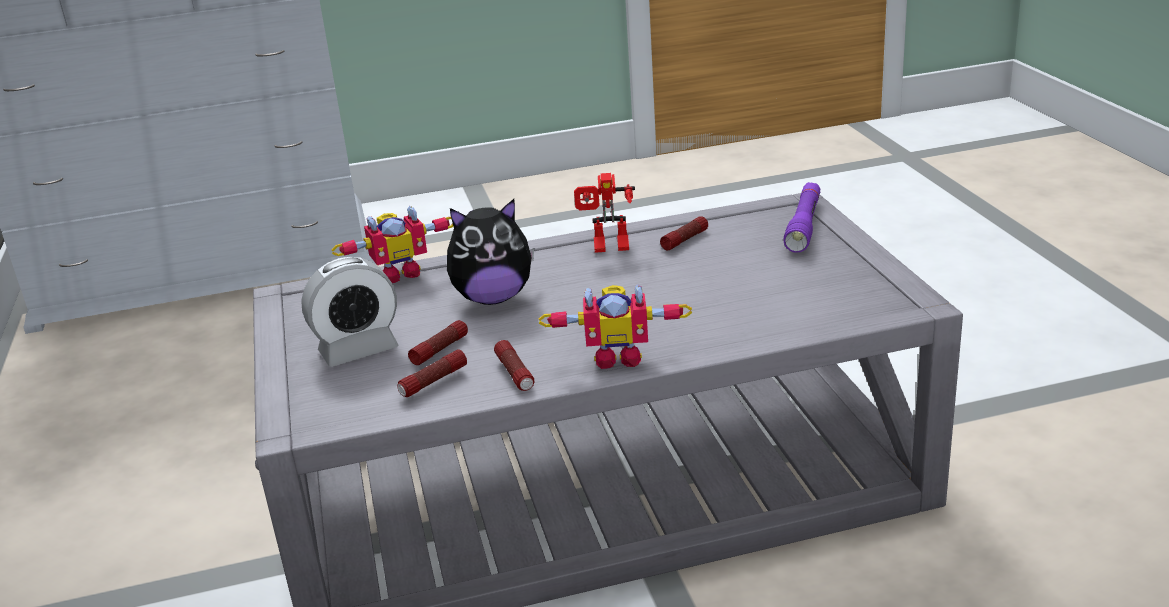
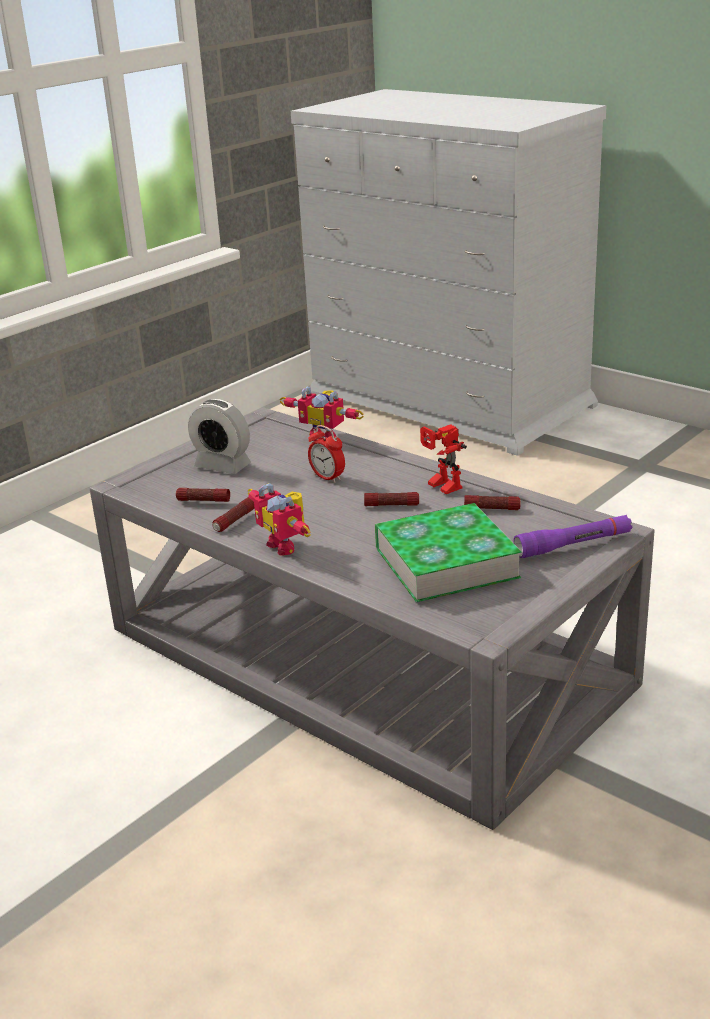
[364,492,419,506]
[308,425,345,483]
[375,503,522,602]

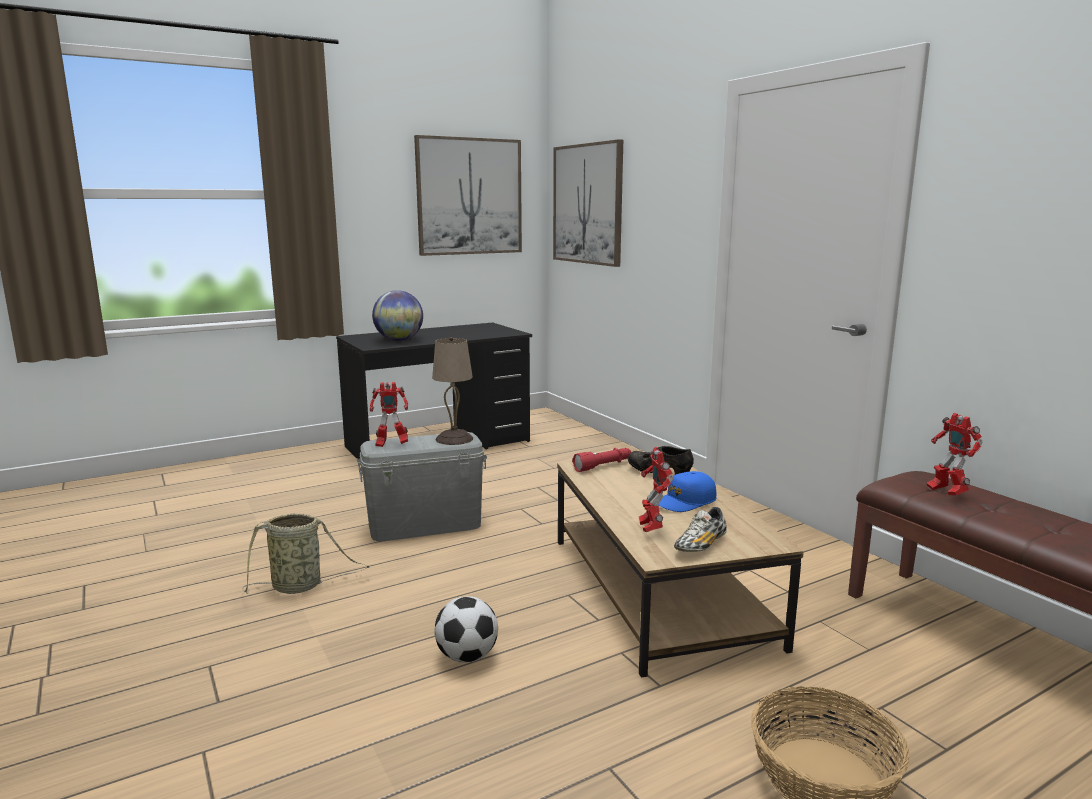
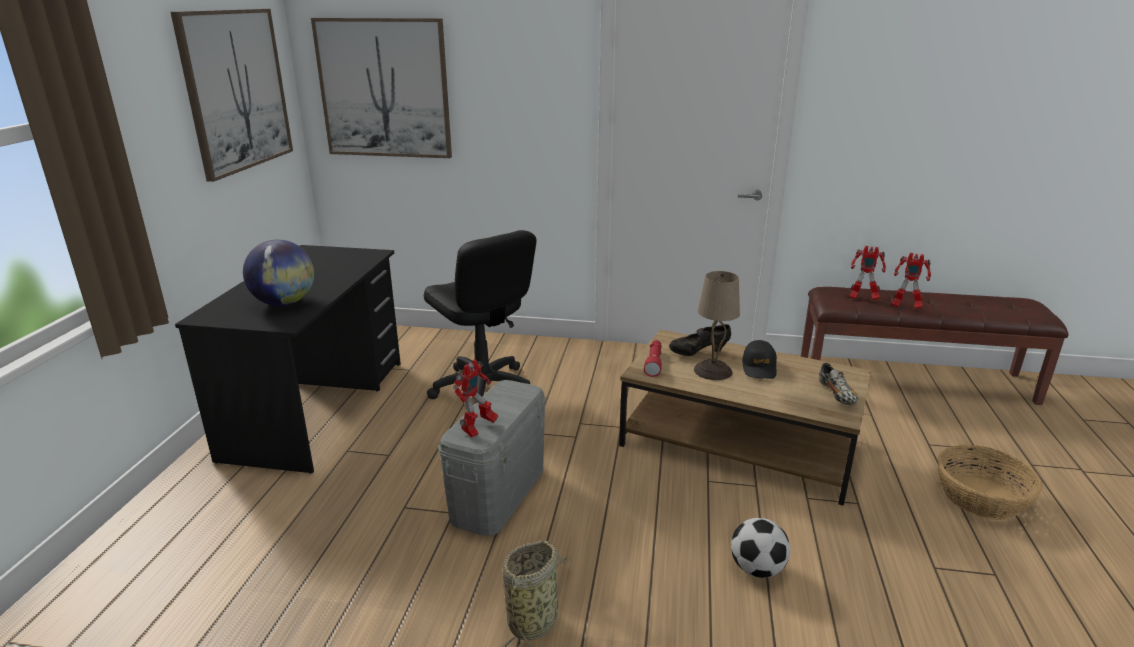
[694,271,740,380]
[891,253,931,309]
[742,340,777,379]
[424,230,536,403]

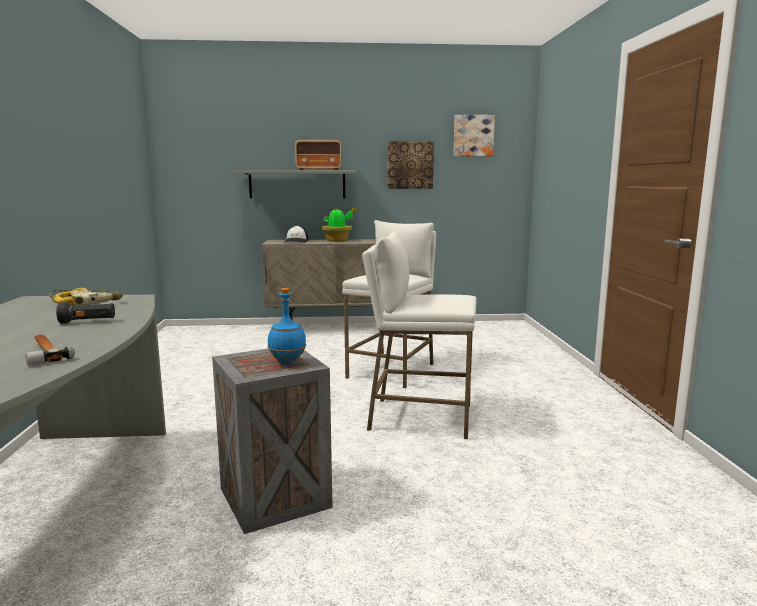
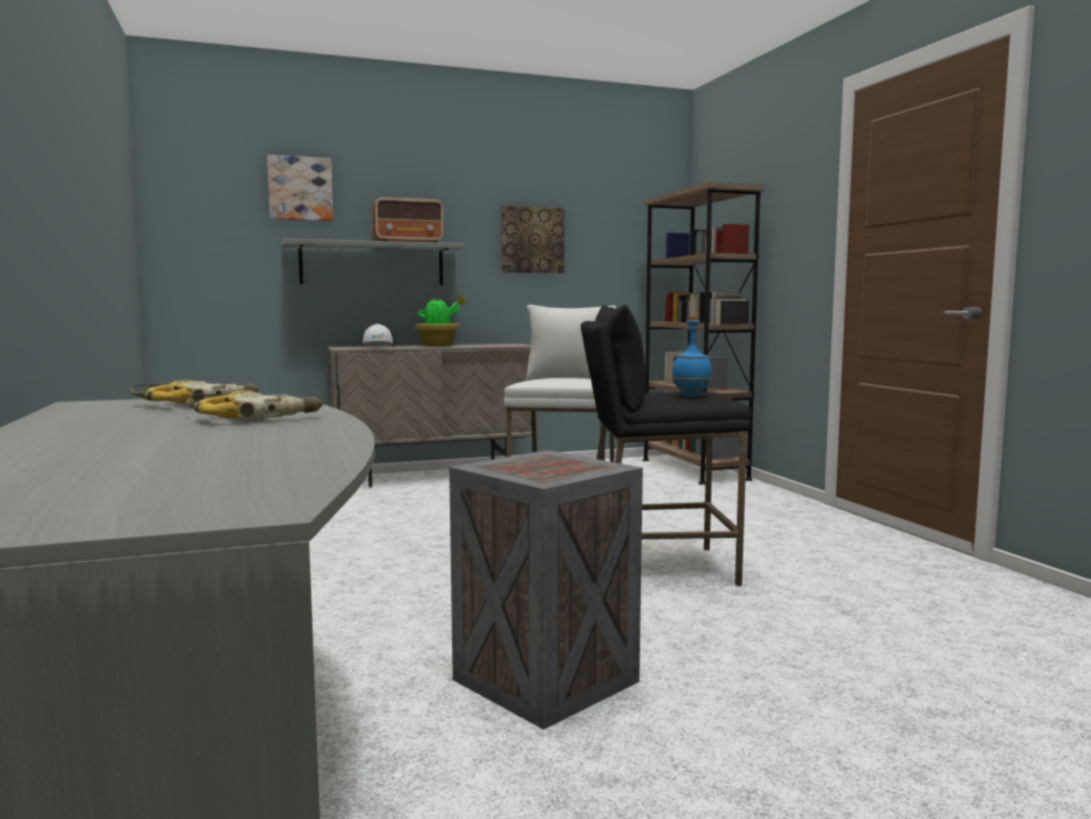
[26,334,75,366] (first image)
[186,390,323,421]
[672,316,712,397]
[581,304,751,586]
[267,155,333,221]
[643,182,765,485]

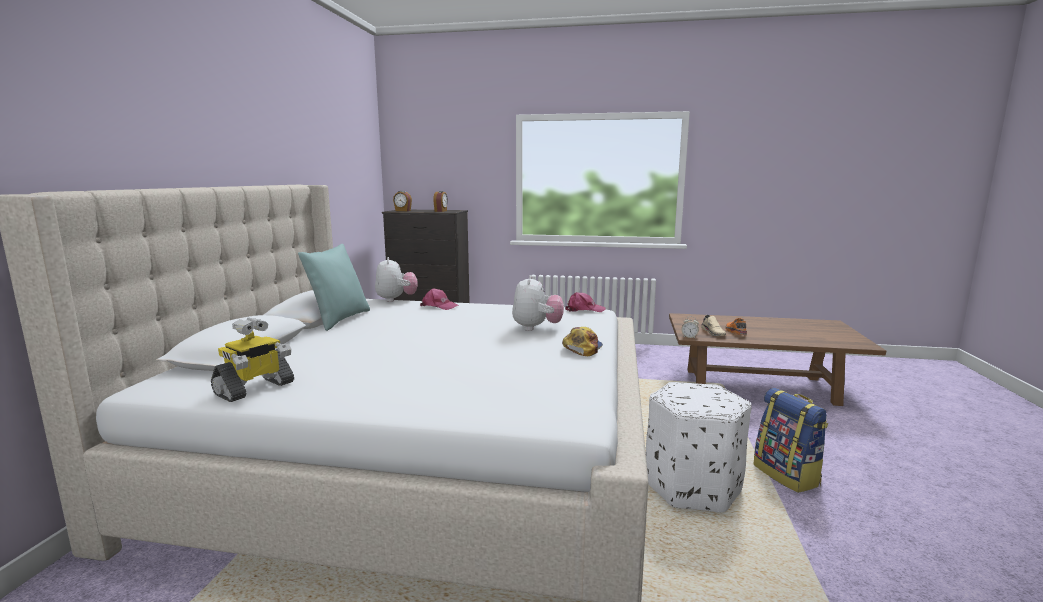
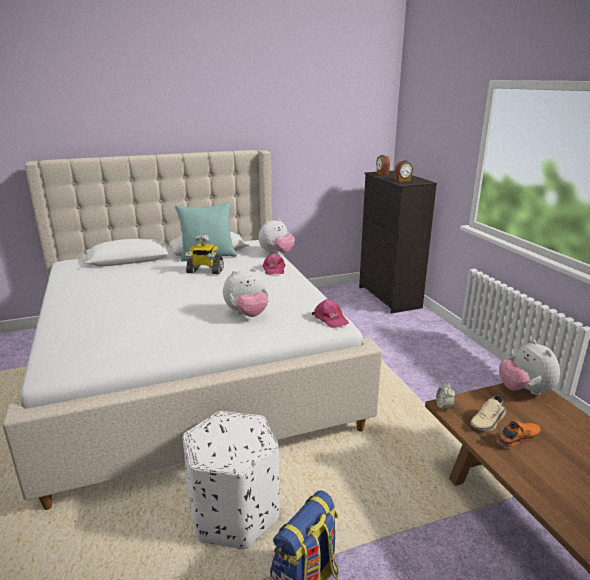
[185,234,224,274]
[562,327,603,356] (first image)
[499,340,560,395]

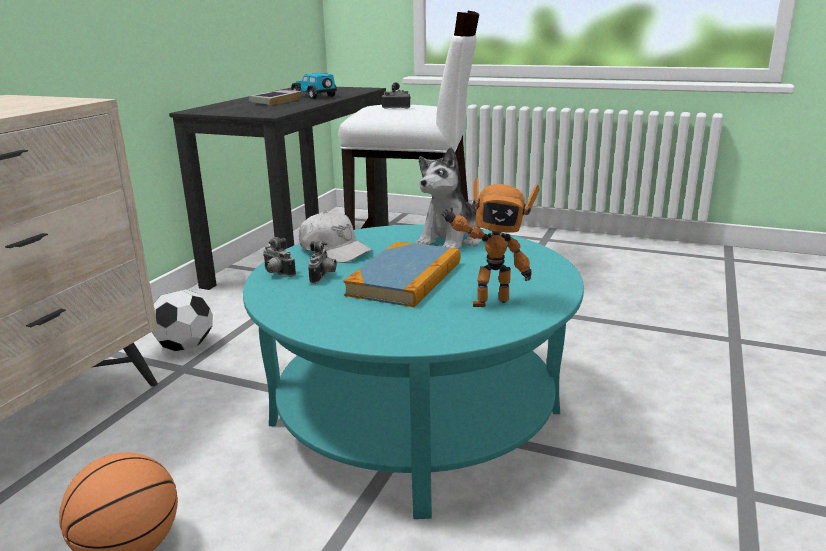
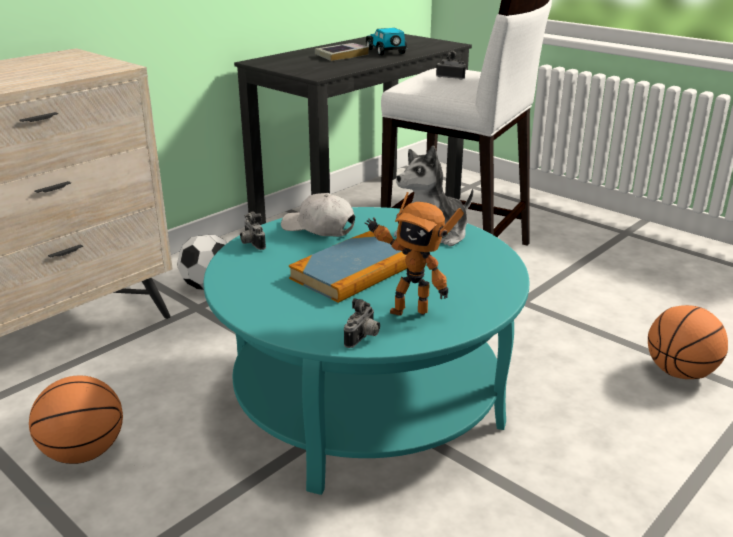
[281,193,355,237]
[344,298,380,348]
[648,305,728,379]

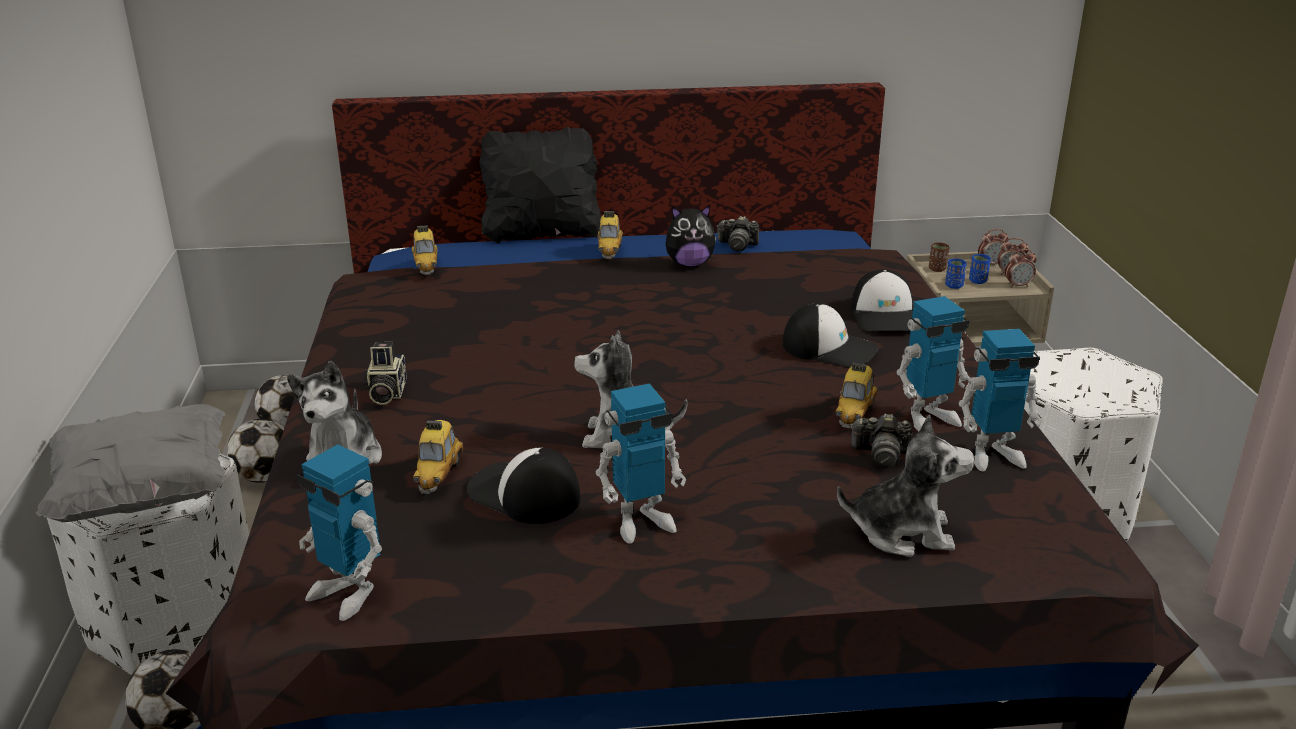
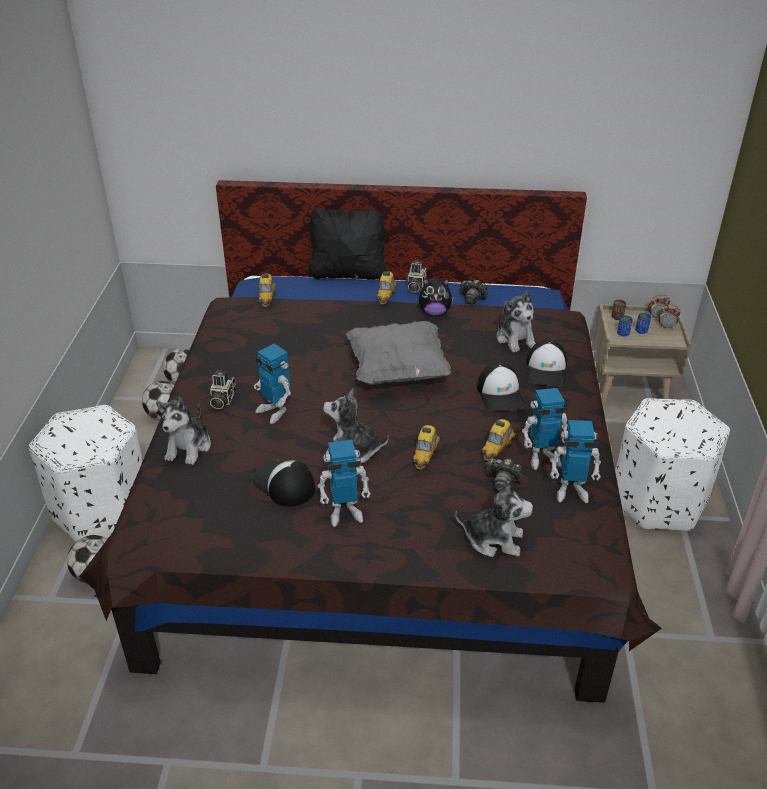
[346,321,451,385]
[254,344,291,424]
[413,425,440,470]
[477,363,525,411]
[1005,249,1037,288] (first image)
[406,261,427,293]
[496,291,536,353]

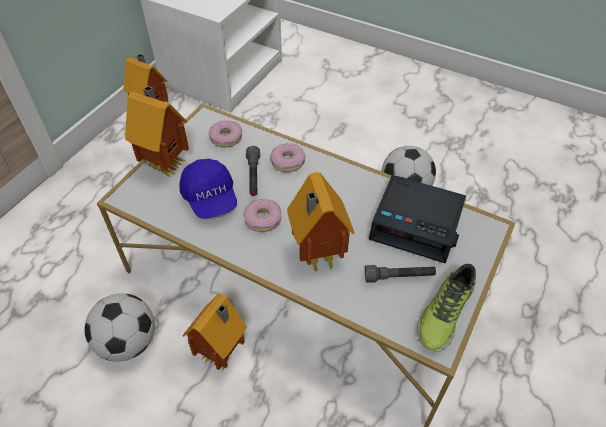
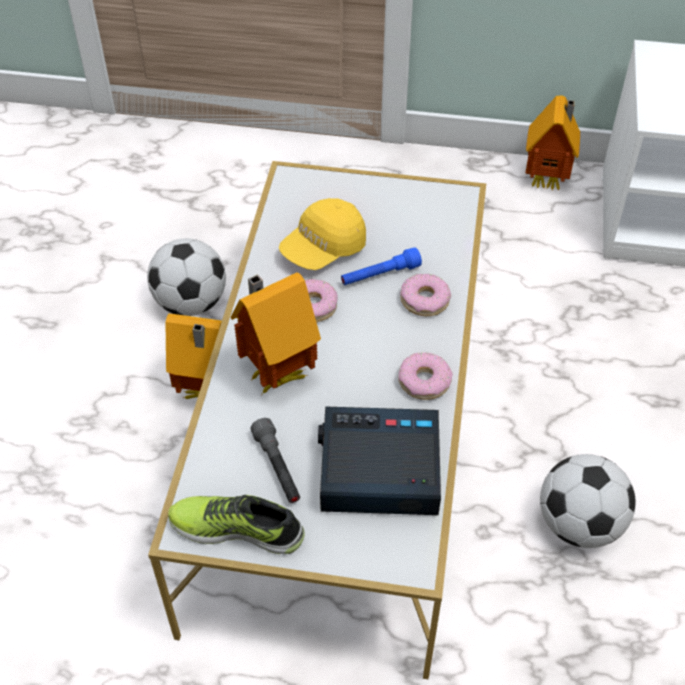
[125,86,189,177] (first image)
[279,198,366,270]
[398,353,453,400]
[341,247,422,285]
[318,407,441,515]

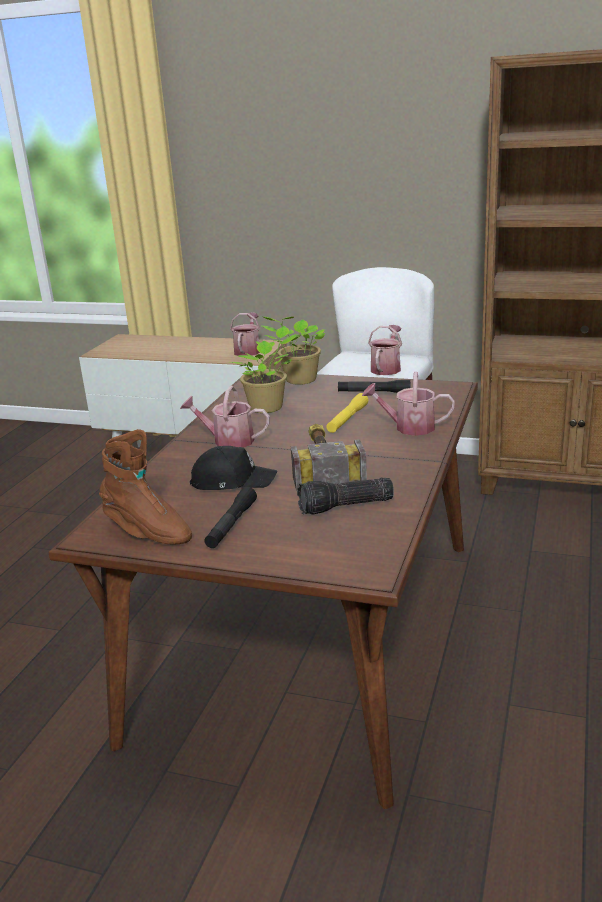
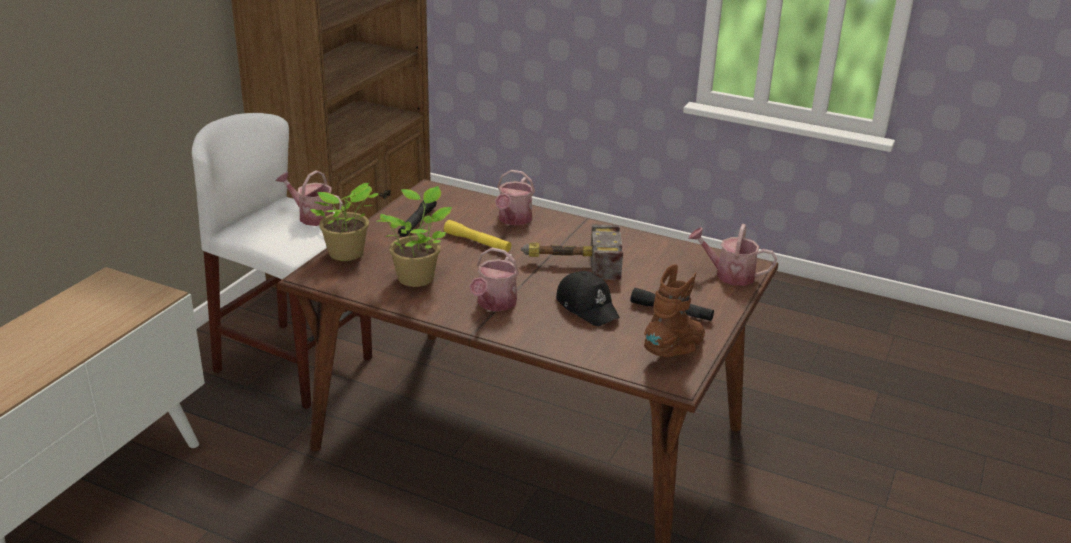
[556,271,620,326]
[688,224,777,286]
[297,478,394,515] (first image)

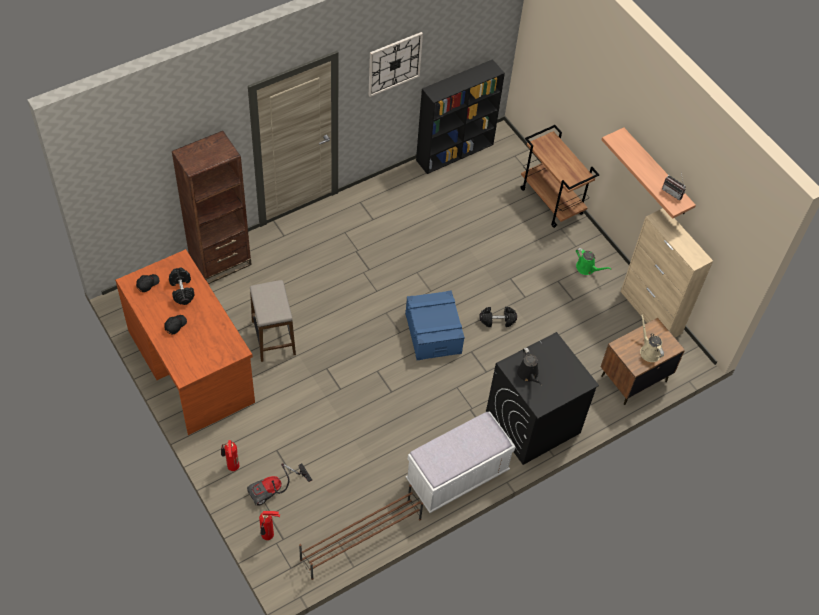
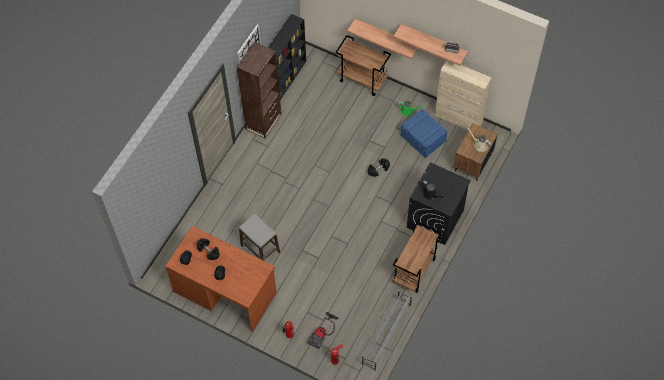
[237,42,282,138]
[362,290,412,371]
[400,109,448,158]
[393,221,441,293]
[347,18,418,59]

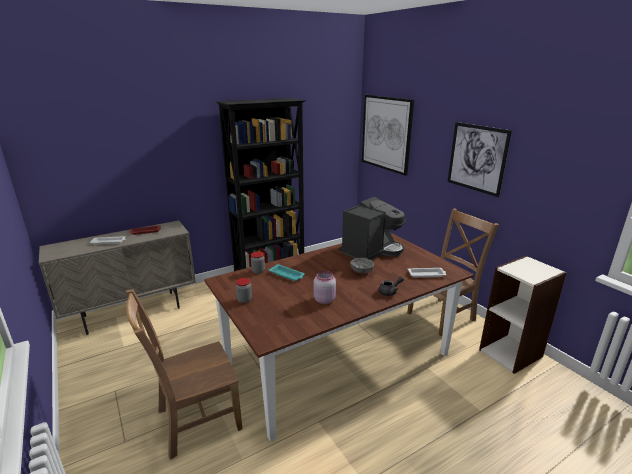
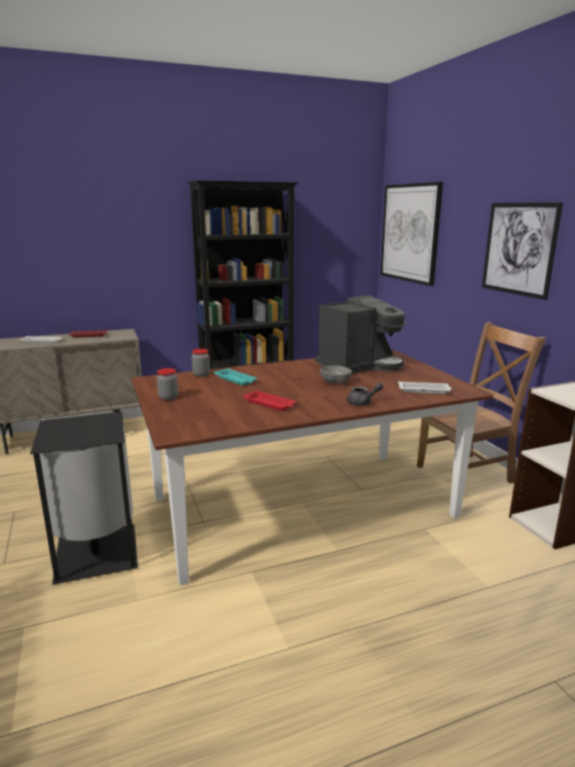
[30,412,138,585]
[242,390,296,411]

